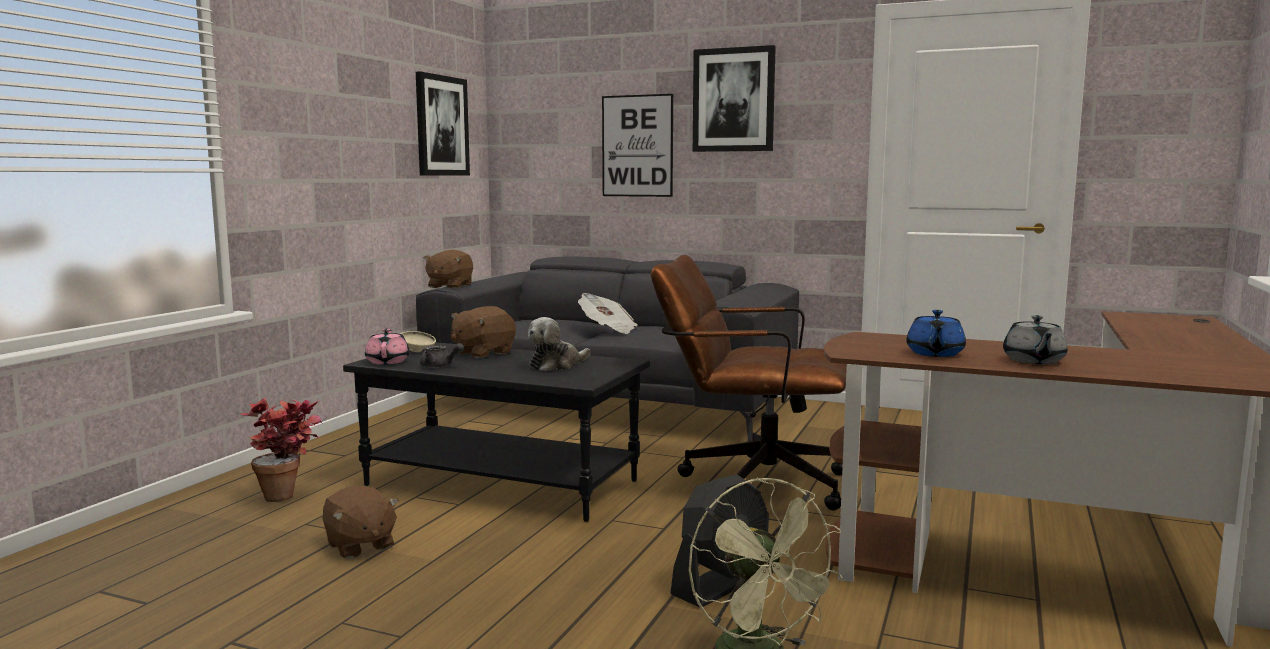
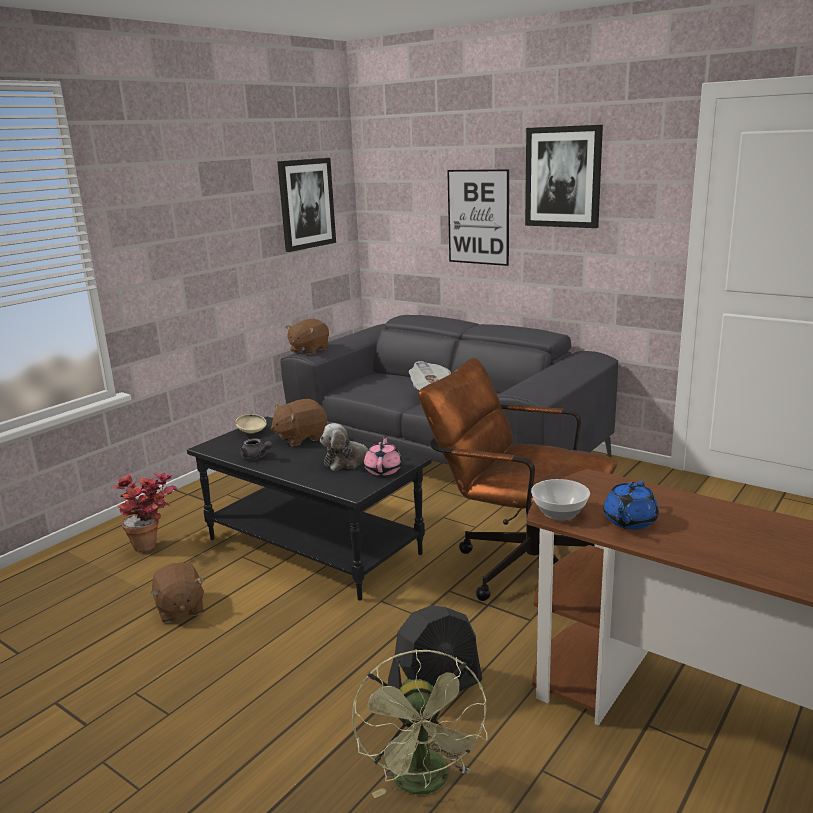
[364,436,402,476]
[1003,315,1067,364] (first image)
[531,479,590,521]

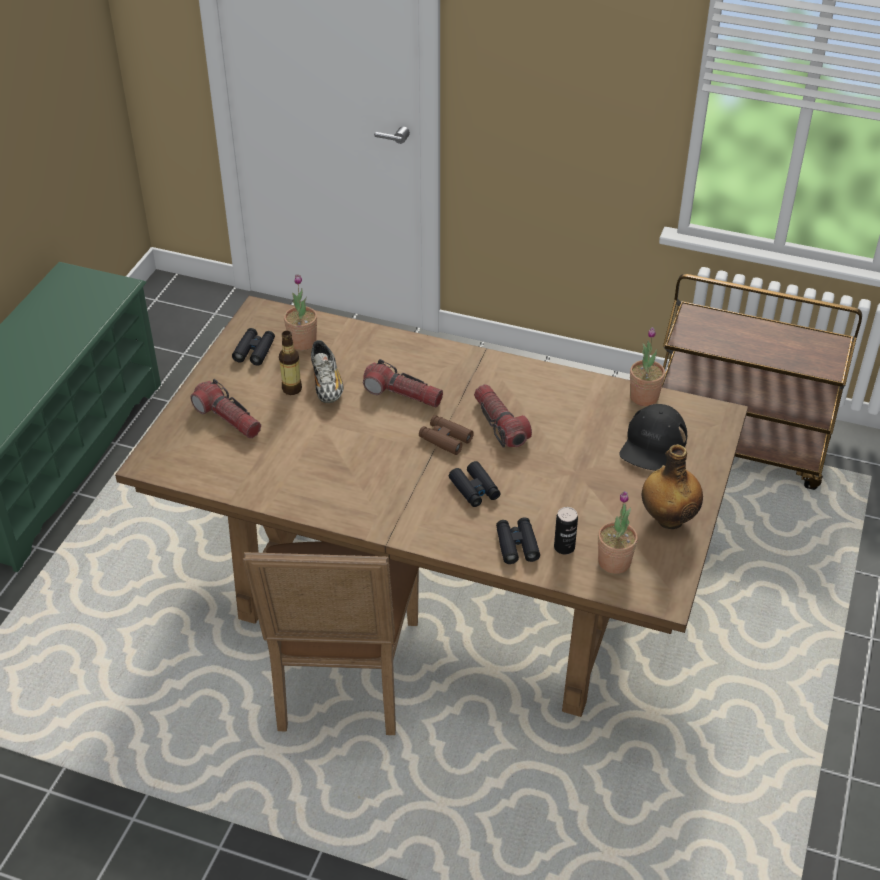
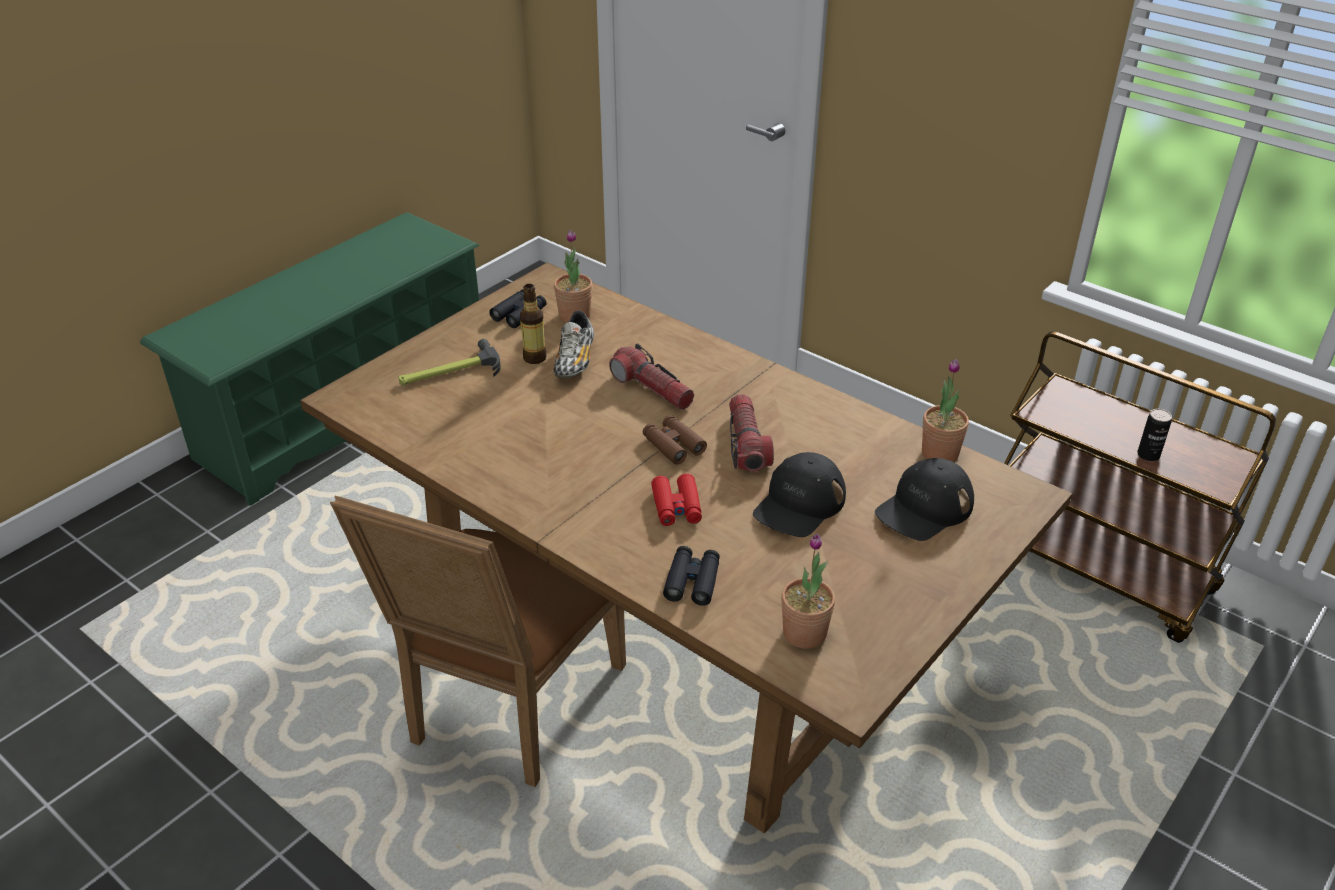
[399,339,501,386]
[651,474,702,526]
[1137,409,1172,461]
[642,444,703,529] (first image)
[753,452,846,537]

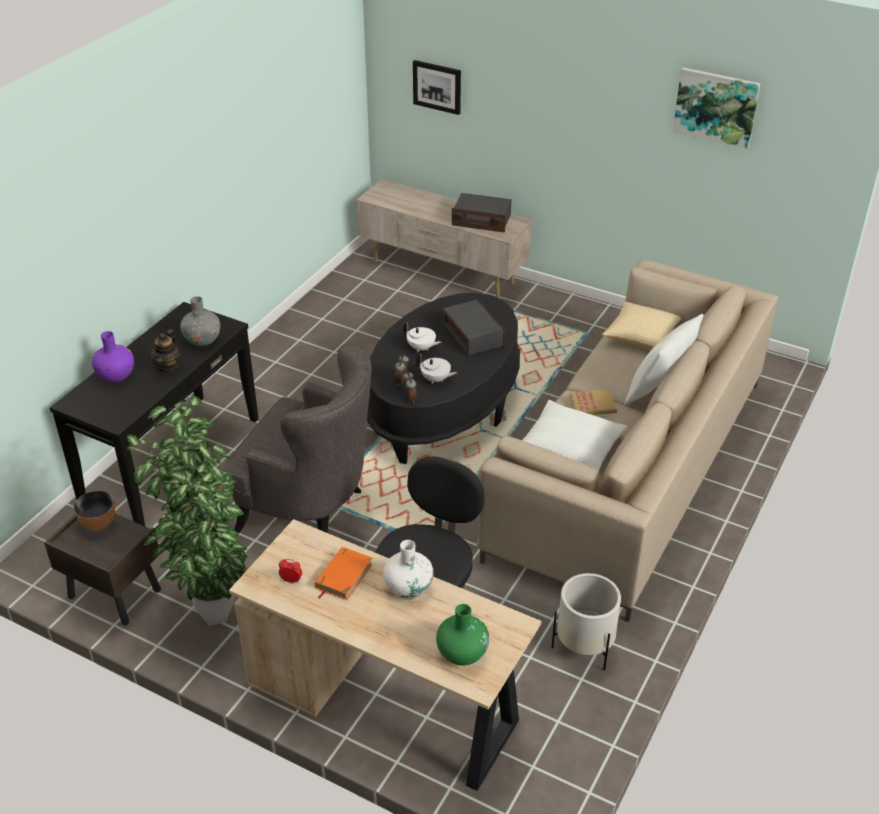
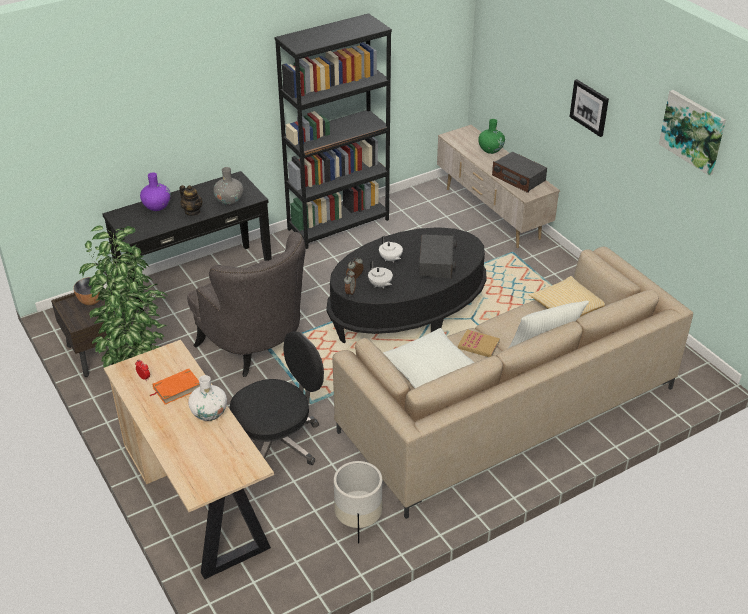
[179,185,202,216]
[569,79,609,137]
[478,119,505,154]
[275,13,392,249]

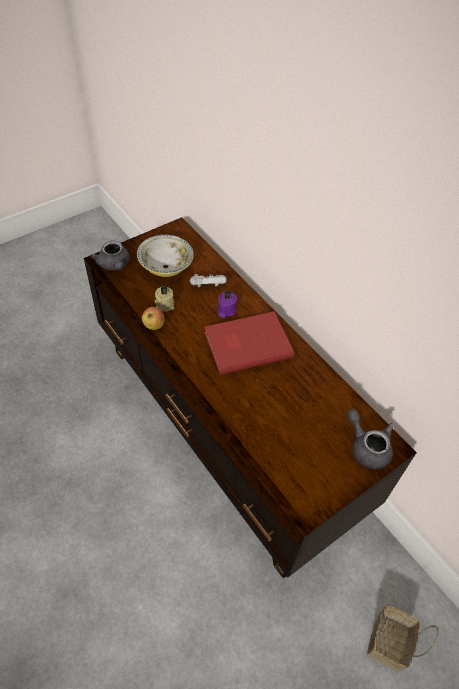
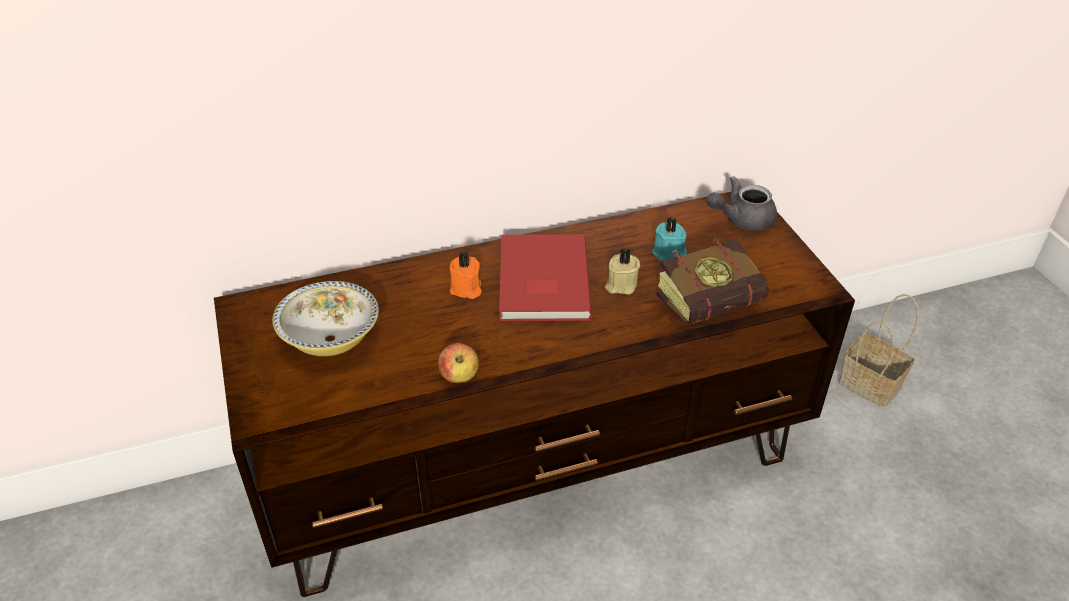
[90,241,130,270] (first image)
[605,248,640,295]
[190,273,227,287] (first image)
[450,251,482,299]
[652,217,687,261]
[657,238,769,324]

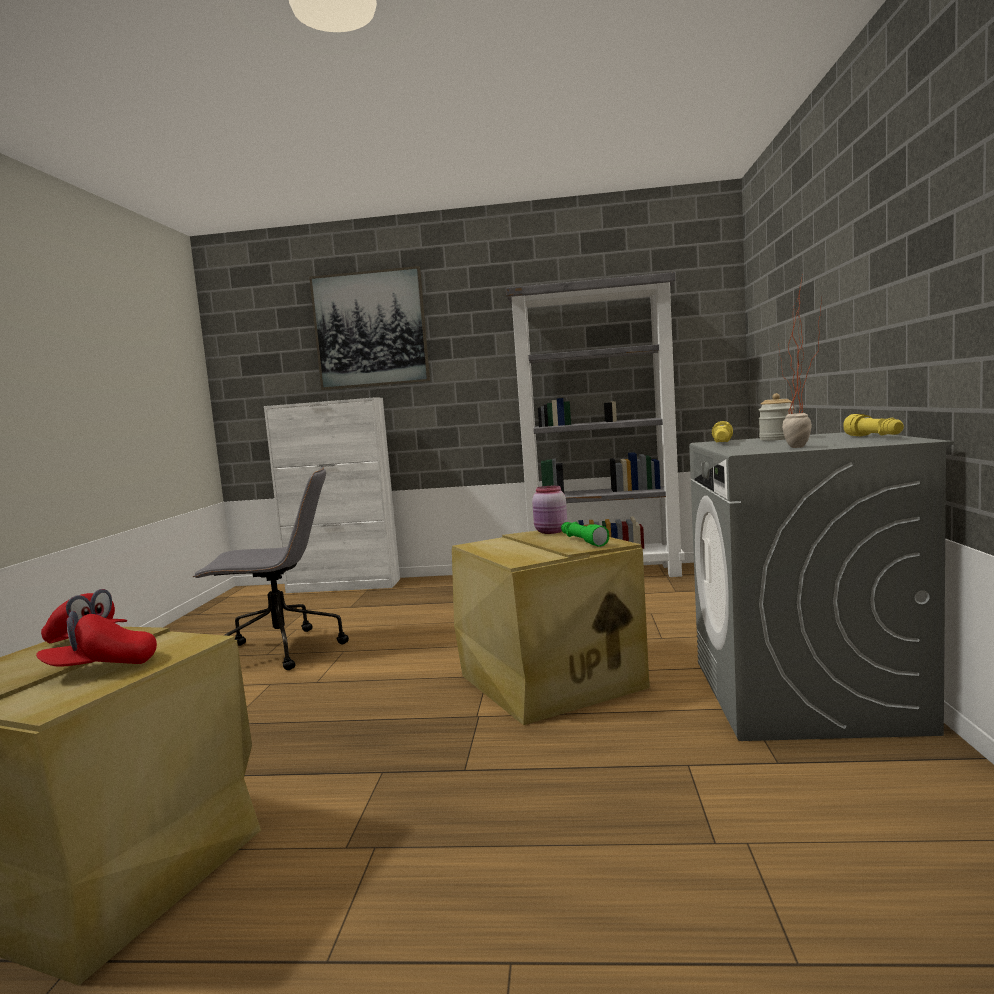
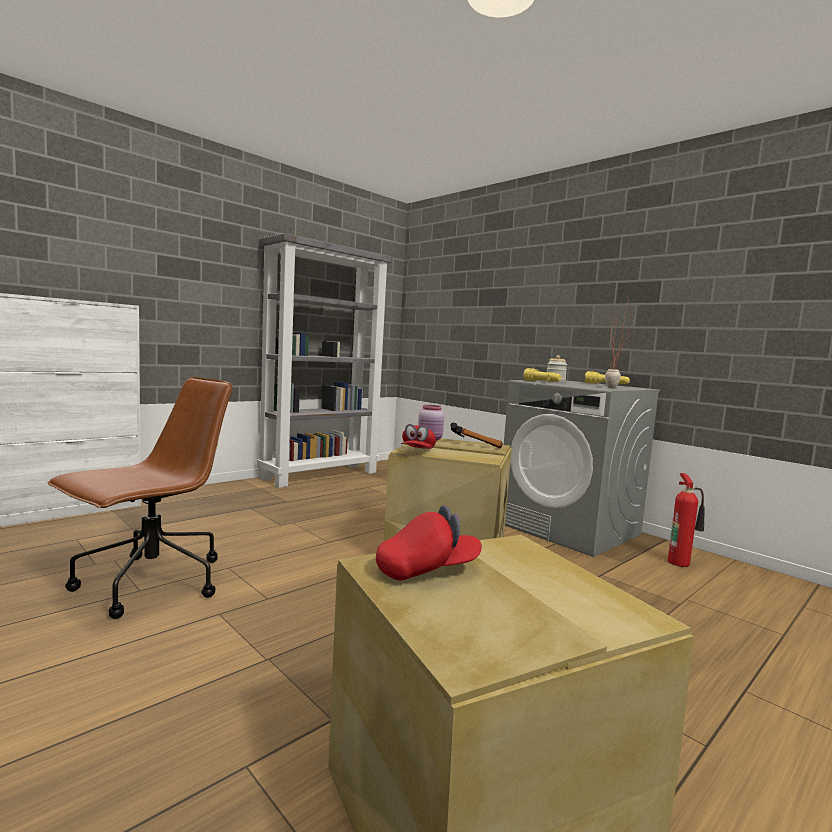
[401,424,436,449]
[47,377,232,619]
[309,266,430,390] (first image)
[450,423,503,448]
[668,473,705,567]

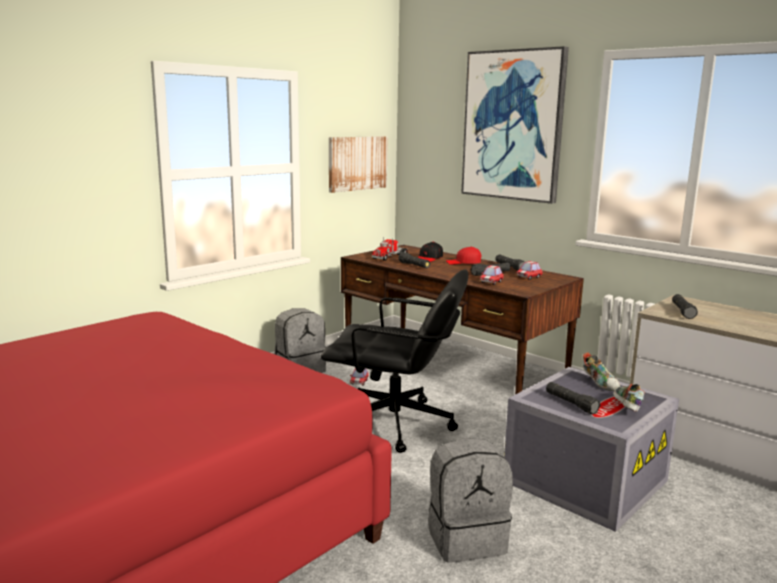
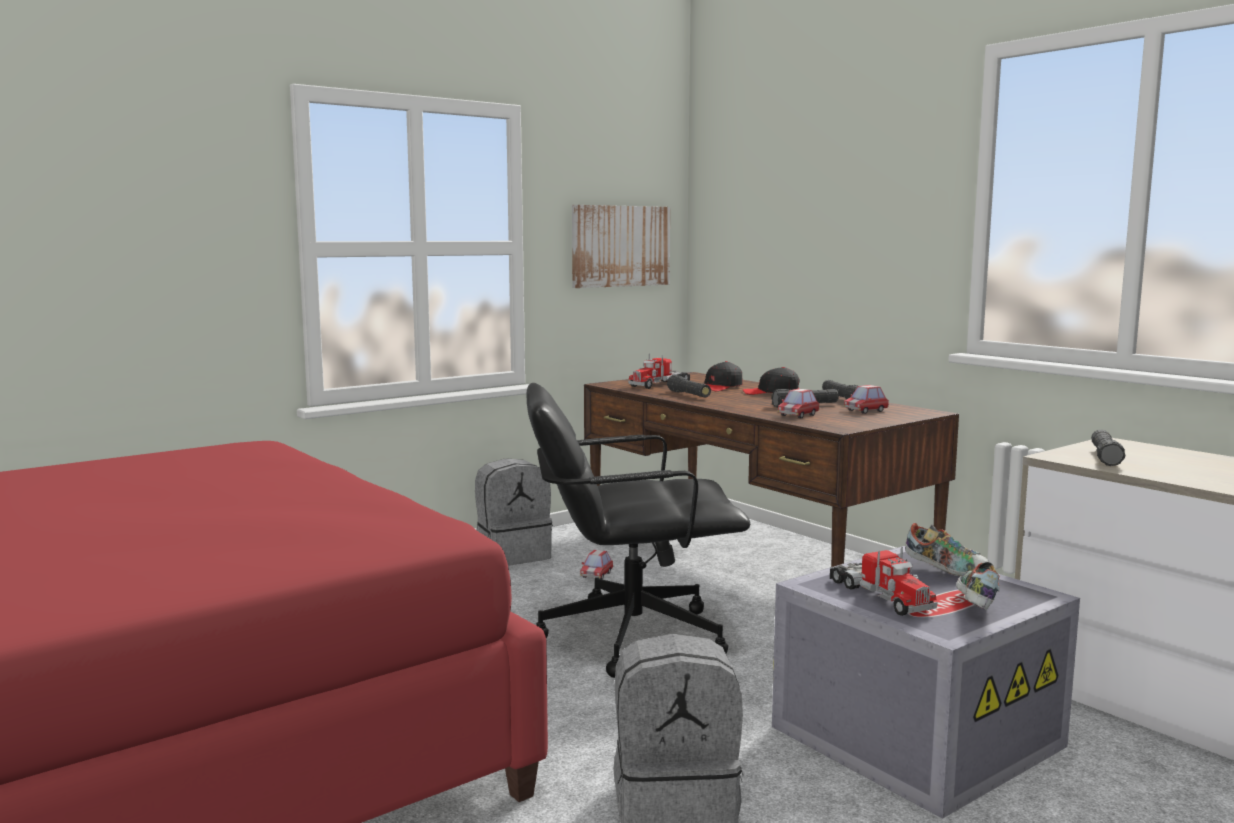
[526,383,750,678]
[743,367,800,395]
[461,46,569,204] (first image)
[830,547,938,616]
[905,523,989,576]

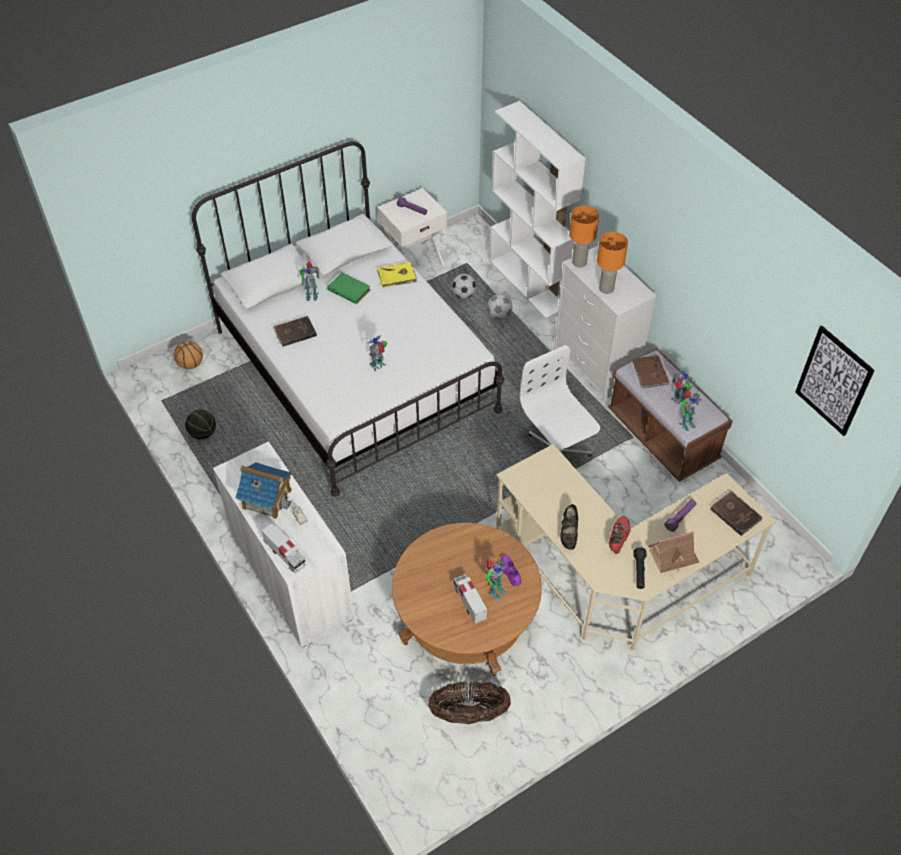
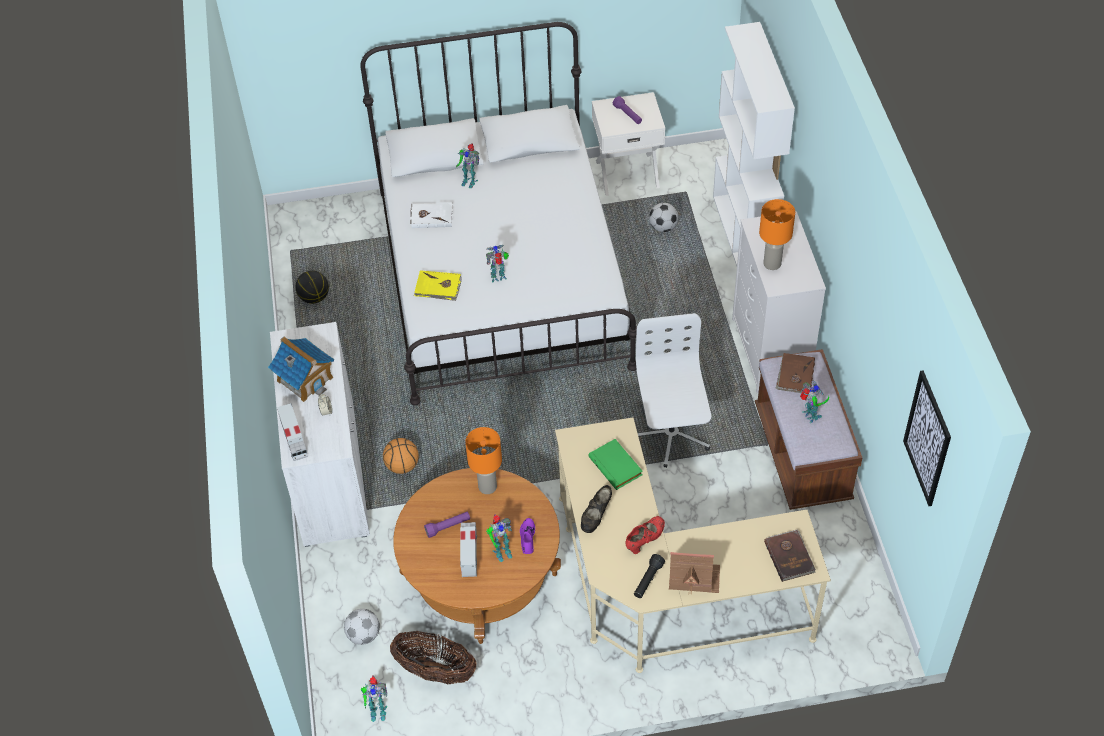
[383,438,419,474]
[410,202,453,228]
[589,439,643,490]
[414,270,462,301]
[344,609,380,645]
[465,427,502,494]
[424,512,470,538]
[361,675,387,722]

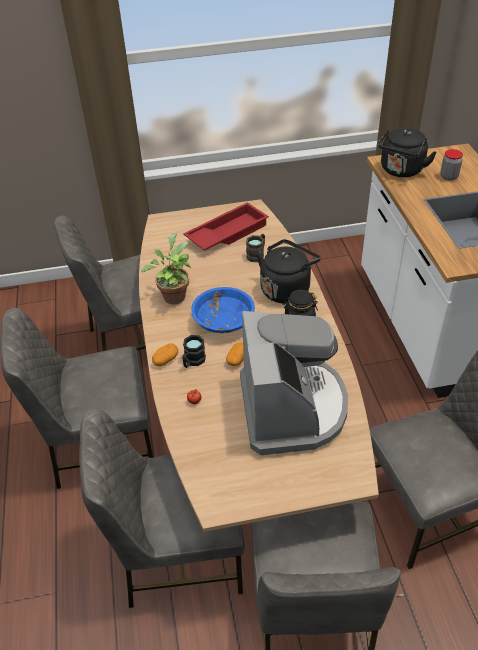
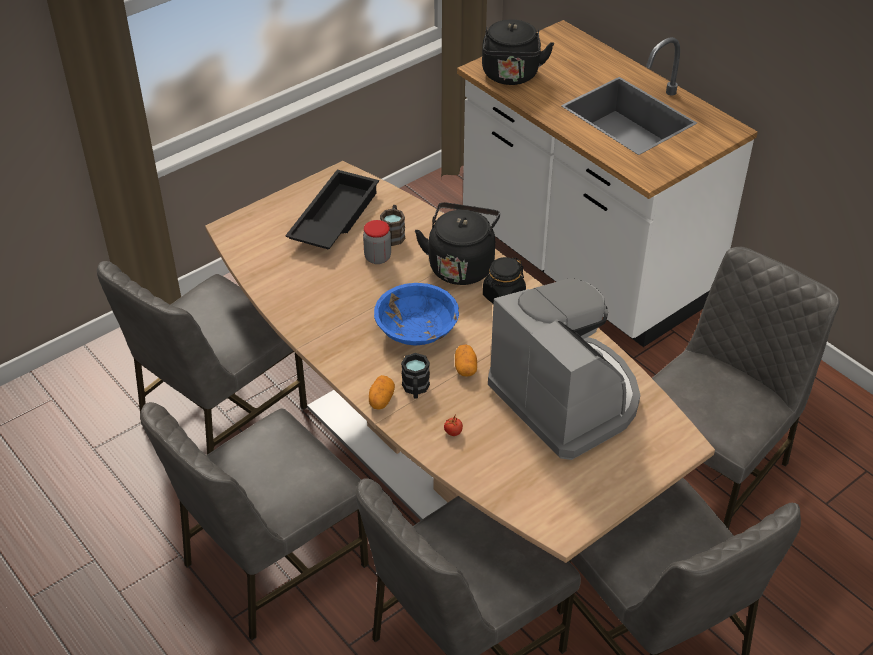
[141,233,191,305] (first image)
[285,170,379,250]
[363,220,391,264]

